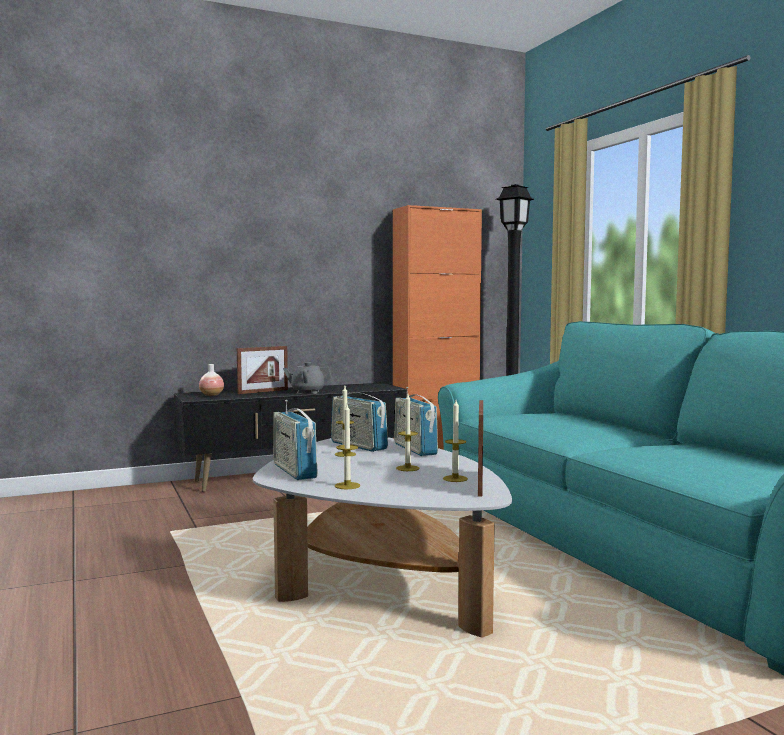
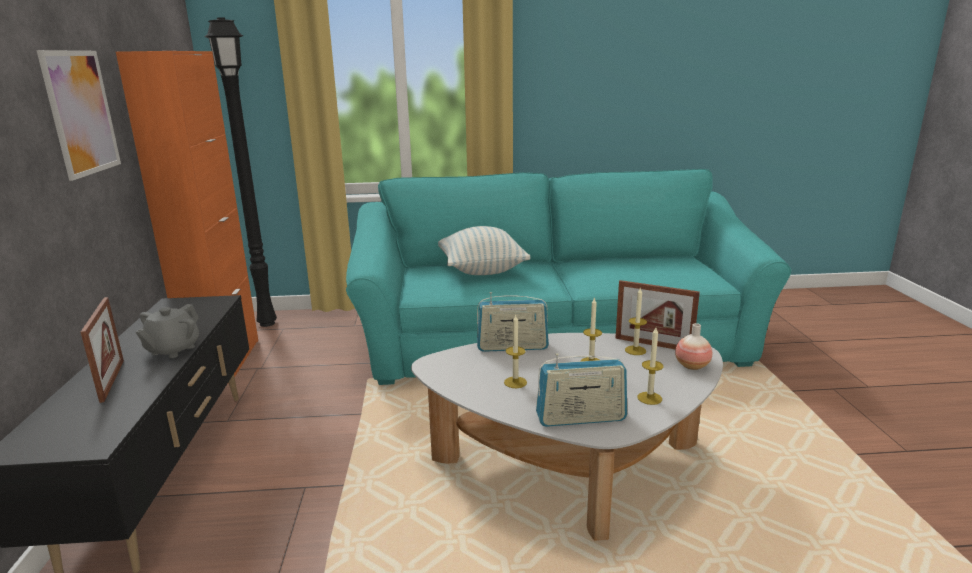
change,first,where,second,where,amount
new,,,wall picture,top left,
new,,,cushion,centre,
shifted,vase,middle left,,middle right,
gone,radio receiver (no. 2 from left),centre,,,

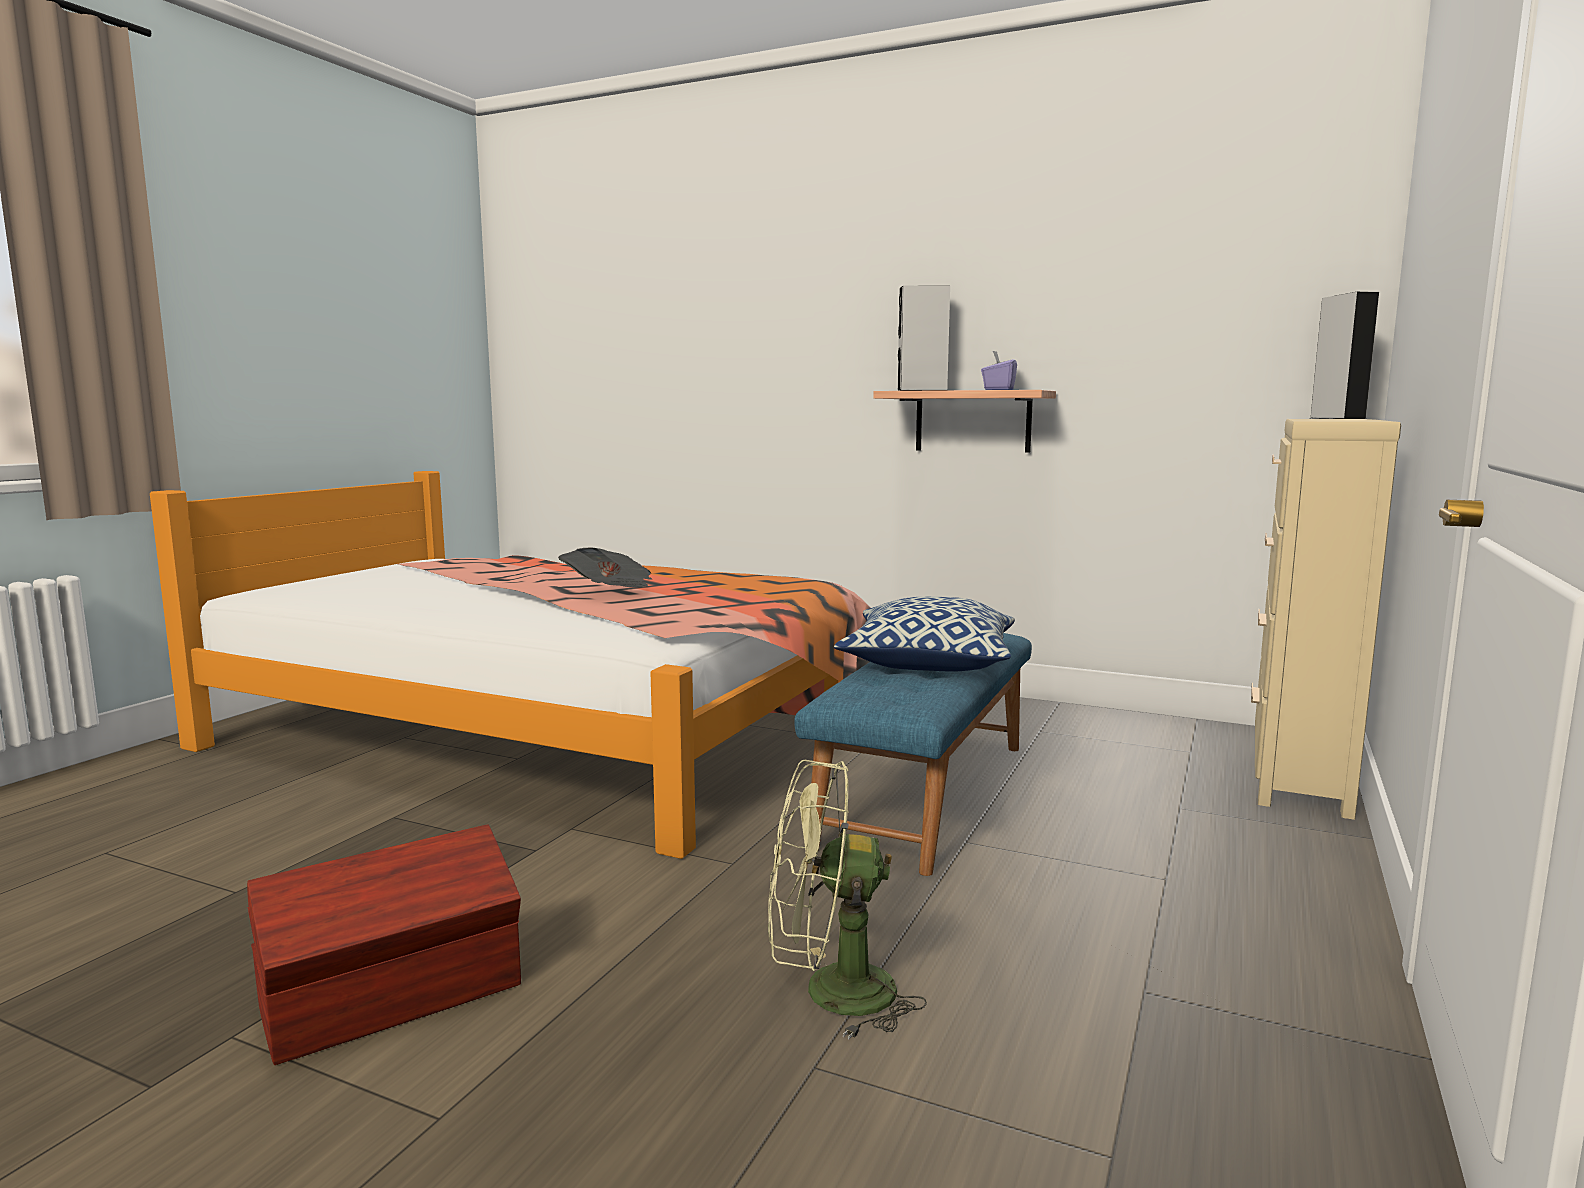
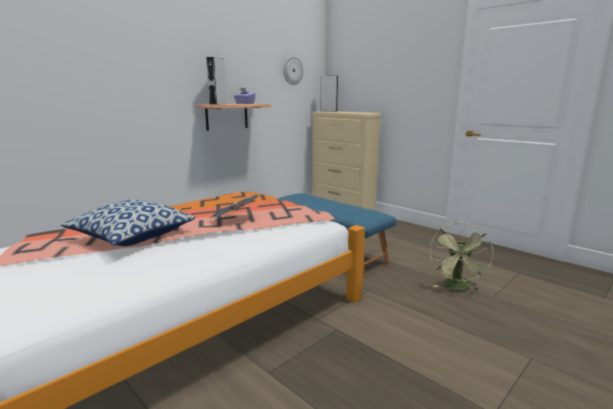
change,first,where,second,where,amount
shifted,cushion,centre,,middle left,
new,,,wall clock,top centre,
gone,storage bin (brown),bottom left,,,

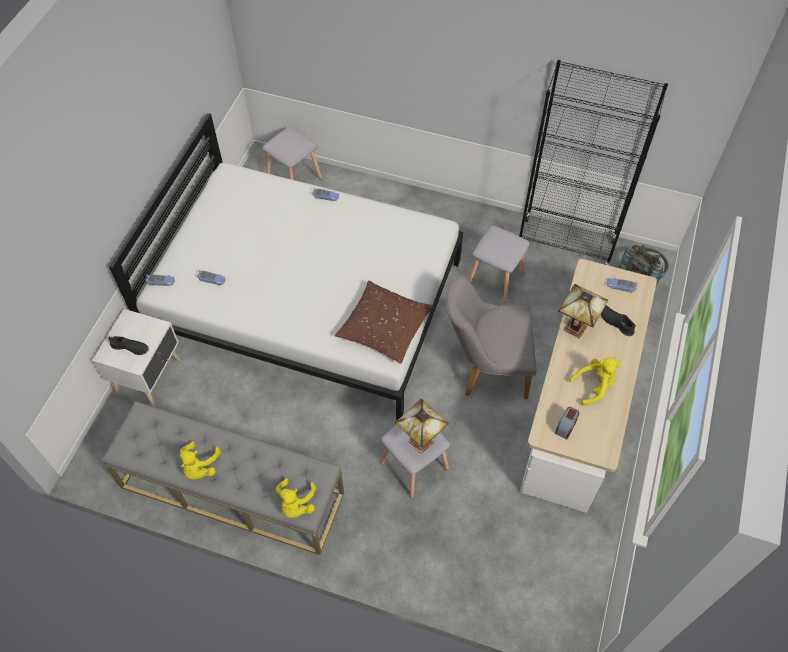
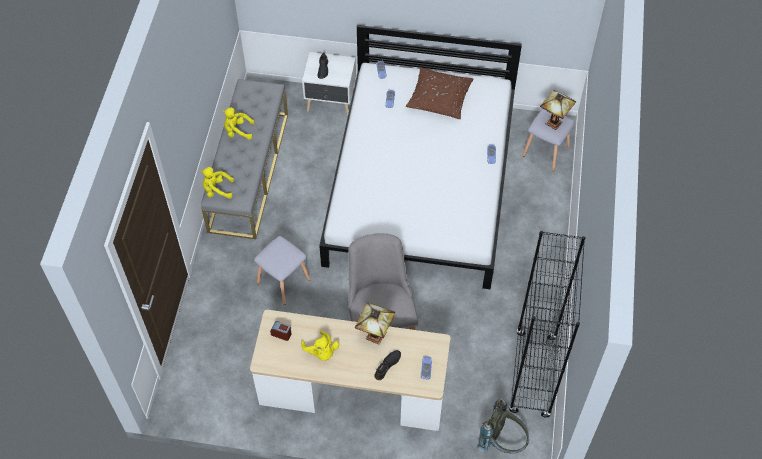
change,first,where,second,where,amount
shifted,cushion (brown),centre,,top centre,
shifted,lamp for a table (no. 1 from left in the first image),centre,lamp for a table (no. 2 from left),top right,
gone,stool seat (grey) (no. 3 from left),centre,,,

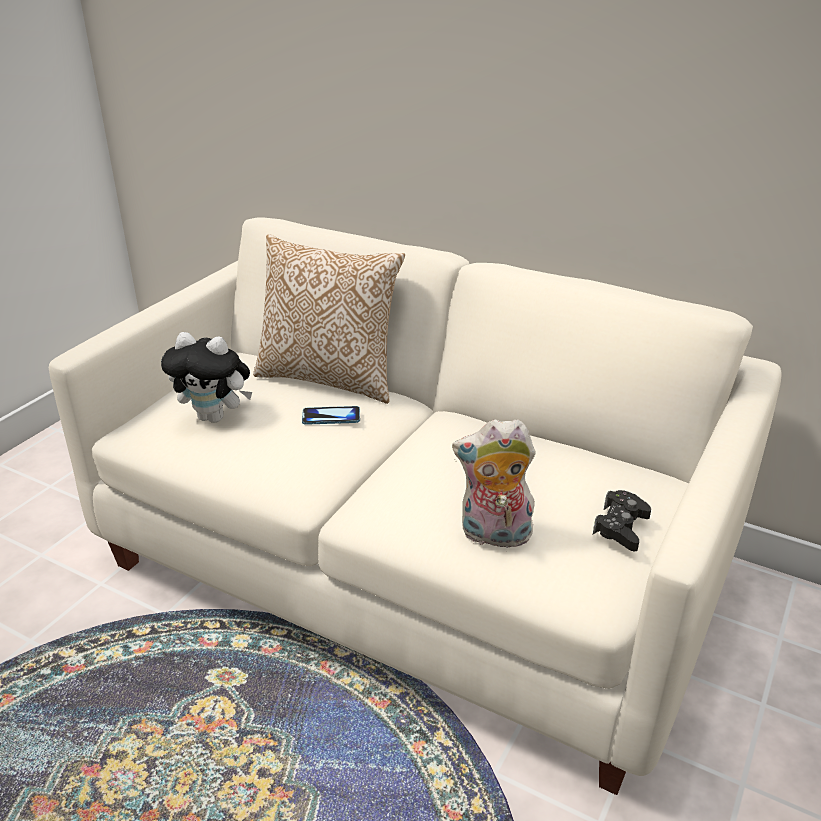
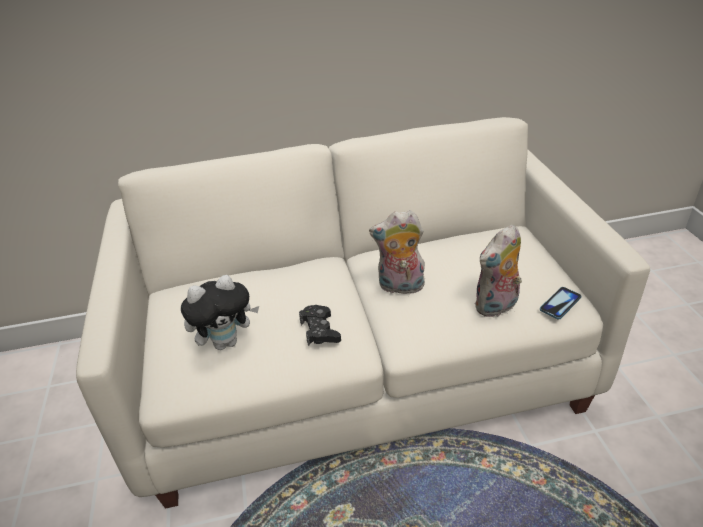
change,first,where,second,where,amount
shifted,gamepad (black-coloured),middle right,,centre,
new,,,soft toy (no. 2 from left),centre,
shifted,phone,centre,,middle right,
gone,cushion,centre,,,

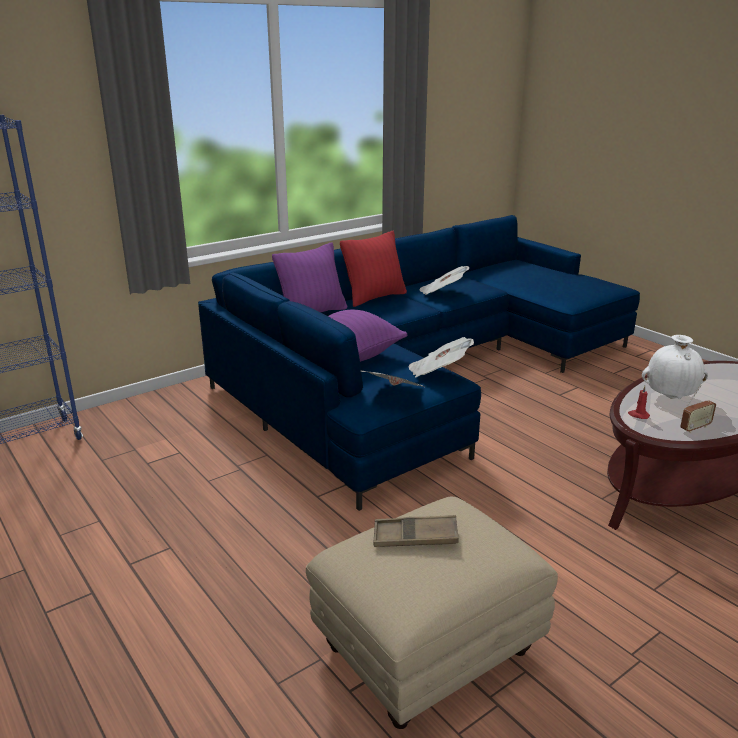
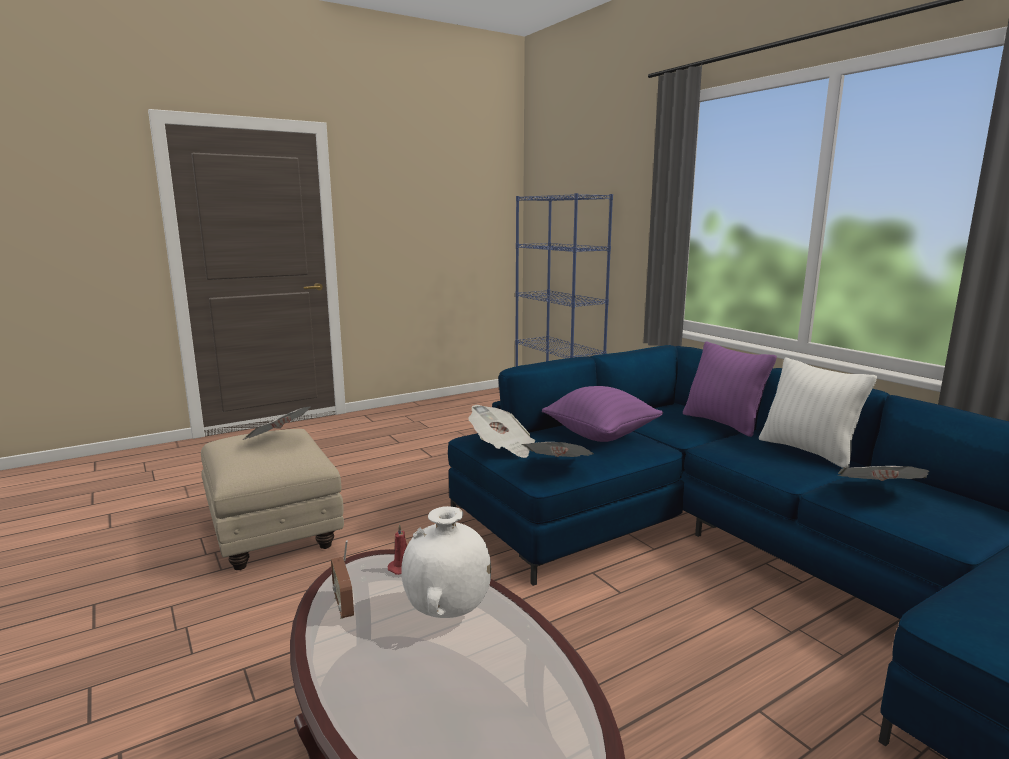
change,first,where,second,where,amount
swapped,serving tray (brown),bottom centre,newspaper (no. 1 from left),middle left,
repainted,cushion (reddish),centre,cushion (white),middle right,

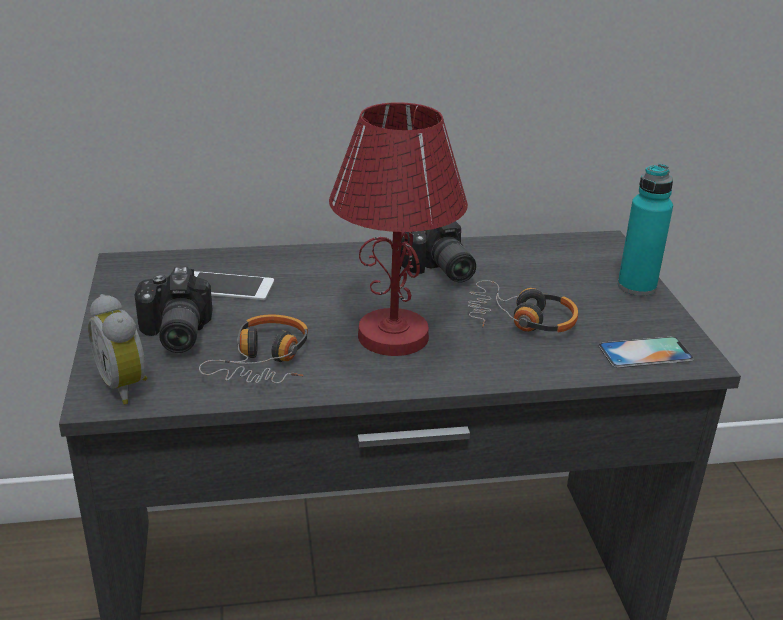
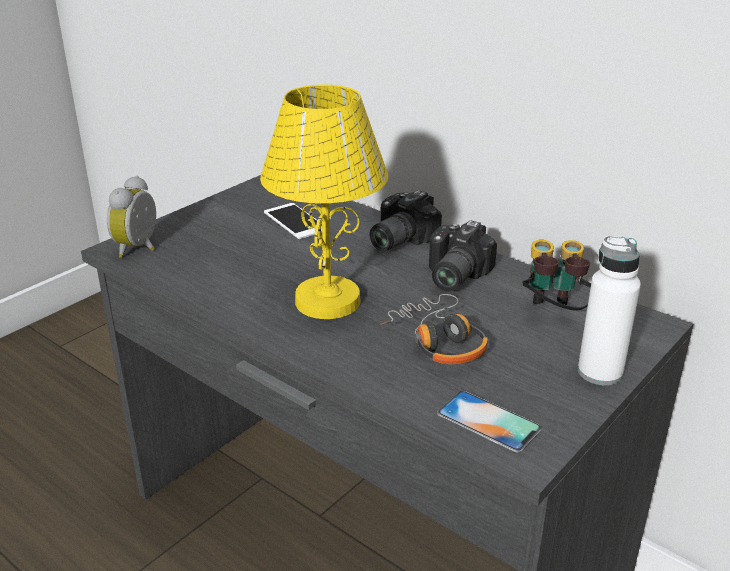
change,first,where,second,where,amount
repainted,lamp for a table (reddish),centre,lamp for a table (yellowish),centre,
shifted,still camera (no. 1 from left),middle left,,centre,
new,,,field glasses,middle right,
repainted,beverage bottle (turquoise-coloured),middle right,beverage bottle (white),middle right,
gone,headset (no. 1 from left),middle left,,,

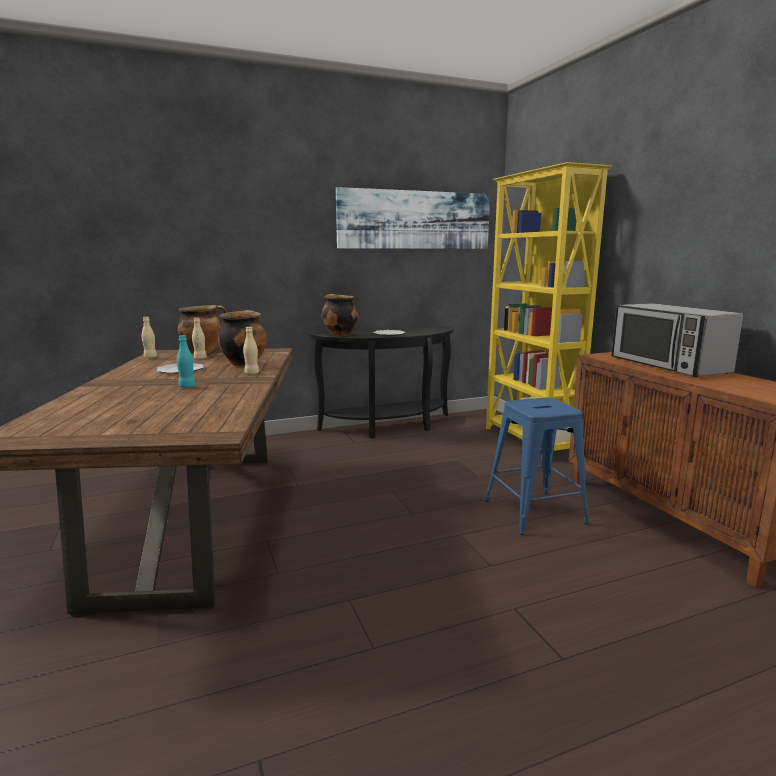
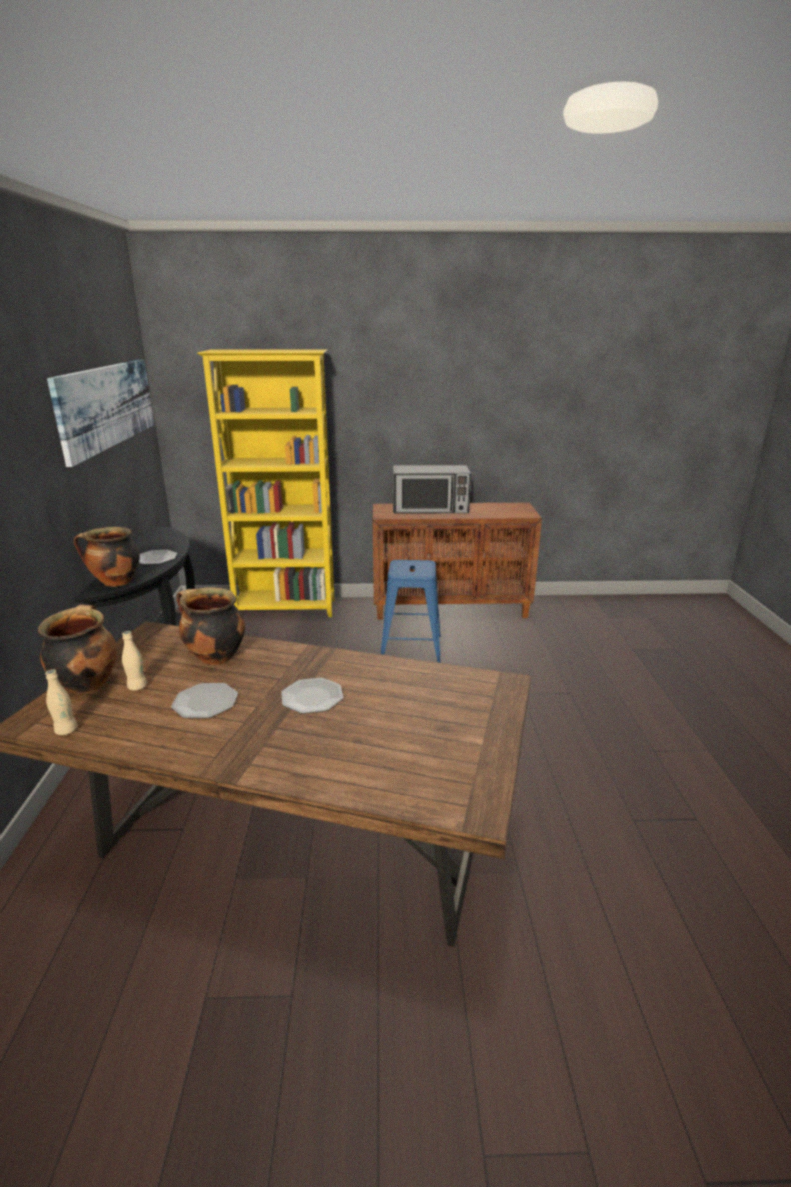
change,first,where,second,where,amount
swapped,beverage bottle (turquoise-coloured),middle left,flat dish (no. 3 from left),centre,
gone,beverage bottle (beige-coloured) (no. 3 from left),middle left,,,

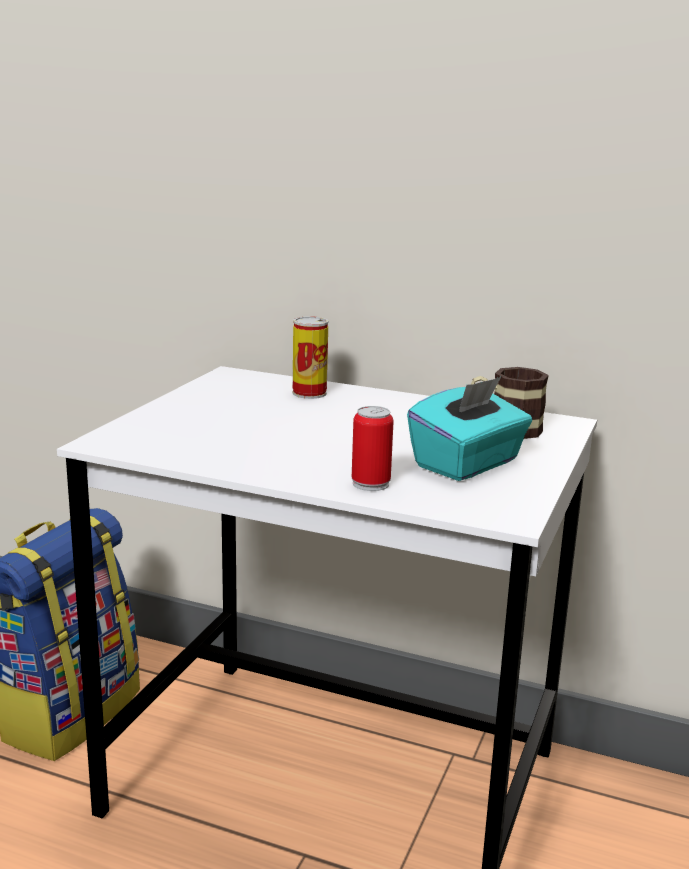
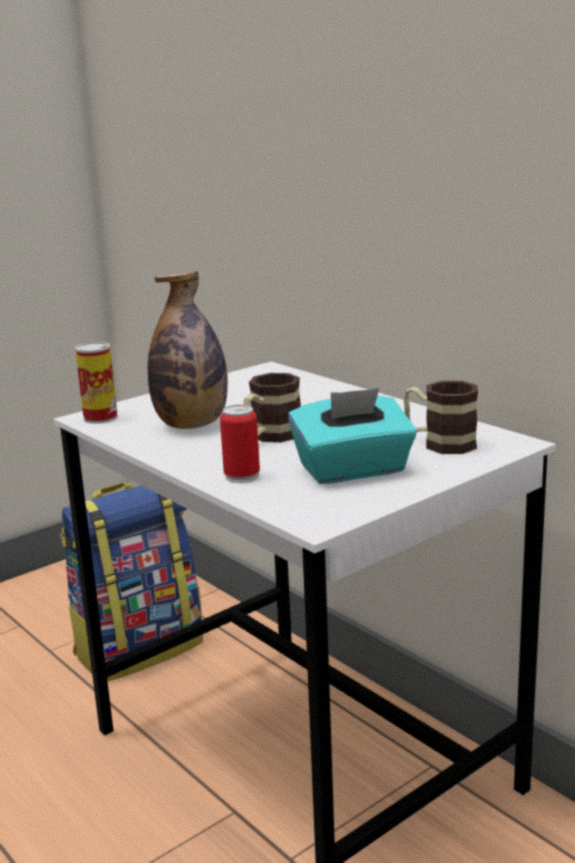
change,first,where,second,where,amount
shifted,metal can (no. 1 from left),centre,,middle left,
new,,,beverage bottle,middle left,
new,,,tea mug (no. 1 from left),centre,

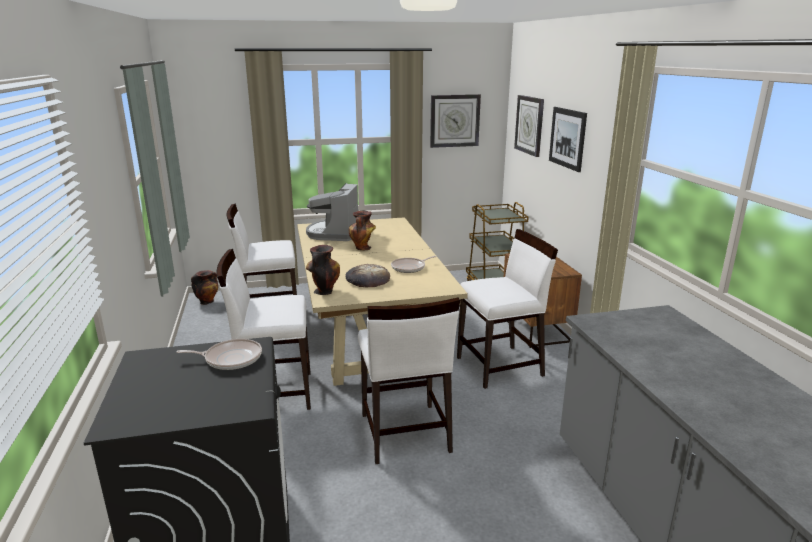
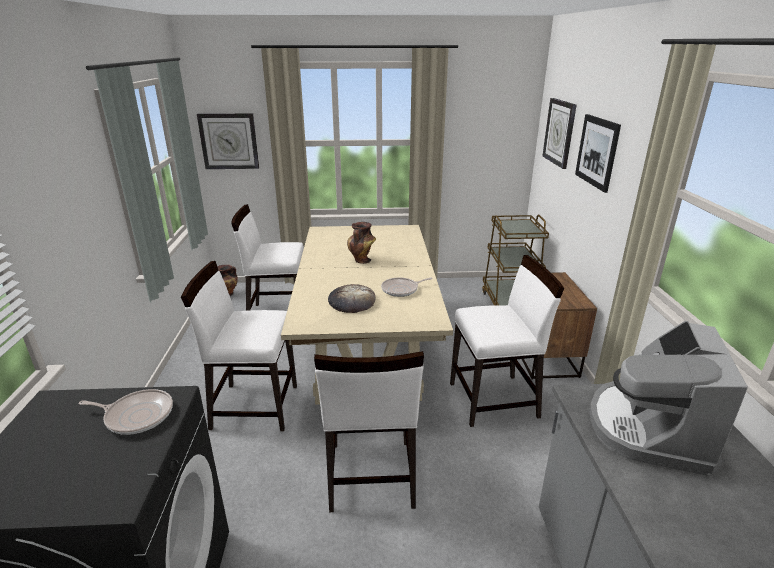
change,first,where,second,where,amount
shifted,wall clock (no. 1 from left),top centre,,top left,
shifted,coffee maker,centre,,bottom right,
gone,vase (no. 2 from left),centre,,,

